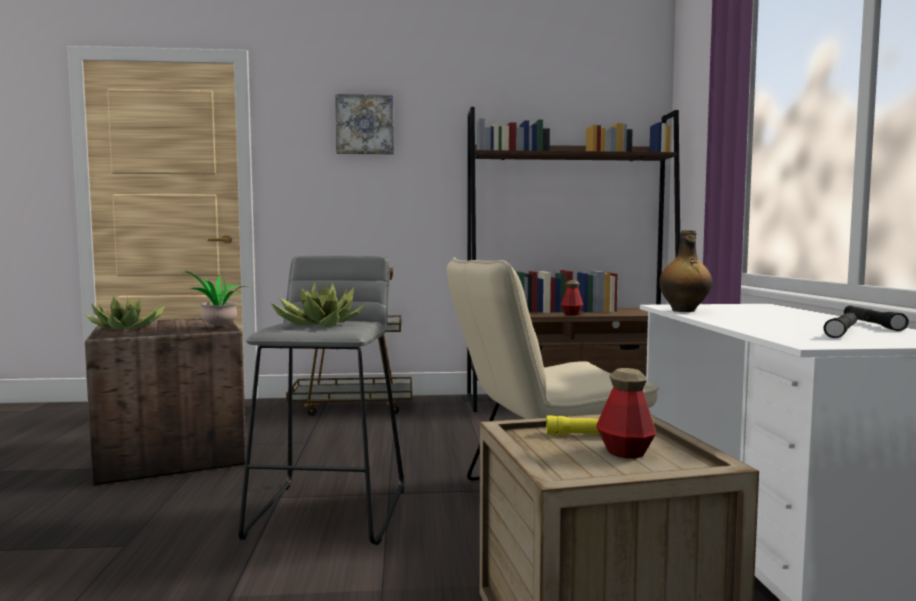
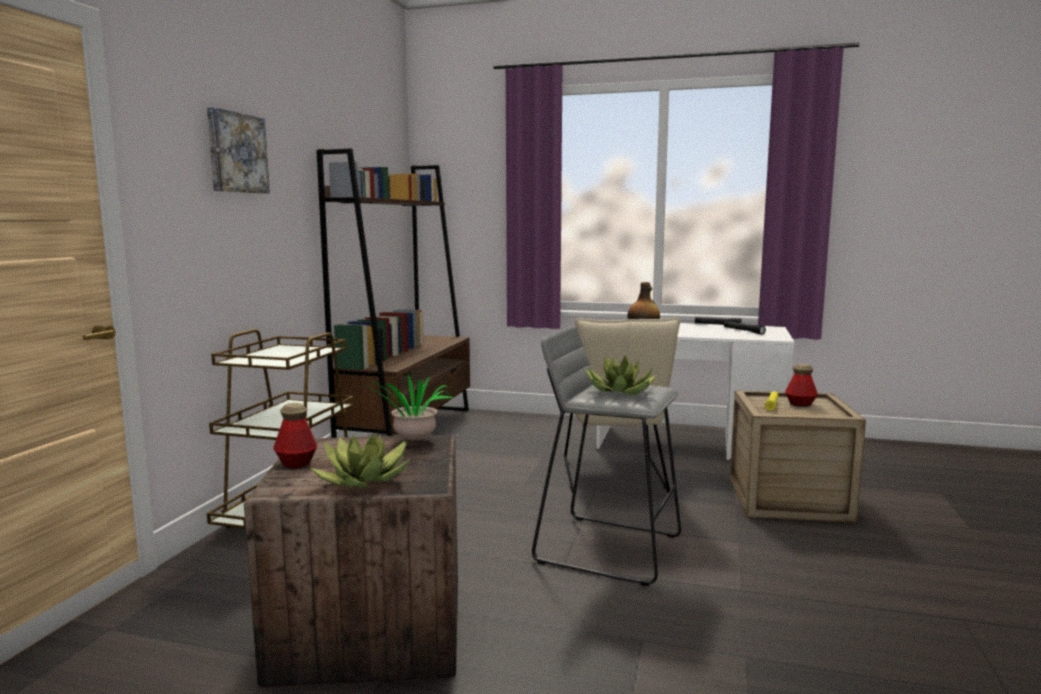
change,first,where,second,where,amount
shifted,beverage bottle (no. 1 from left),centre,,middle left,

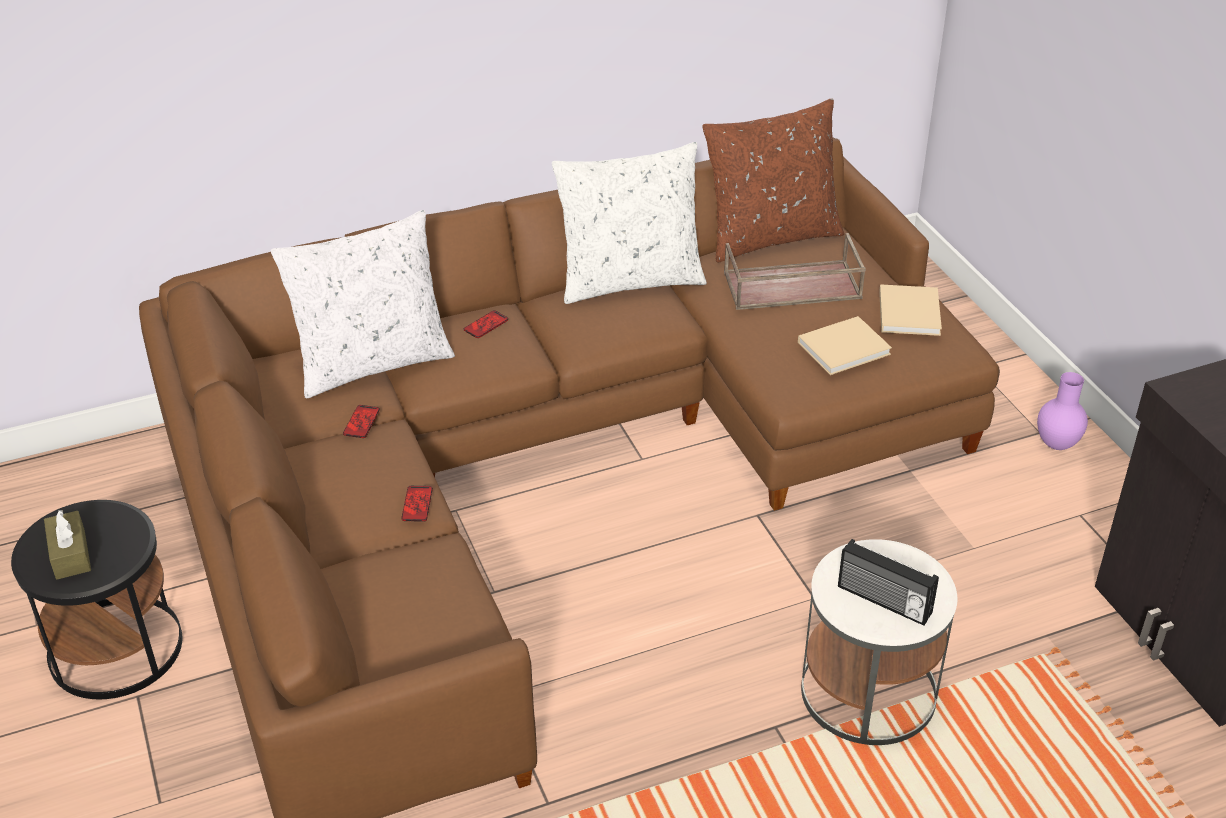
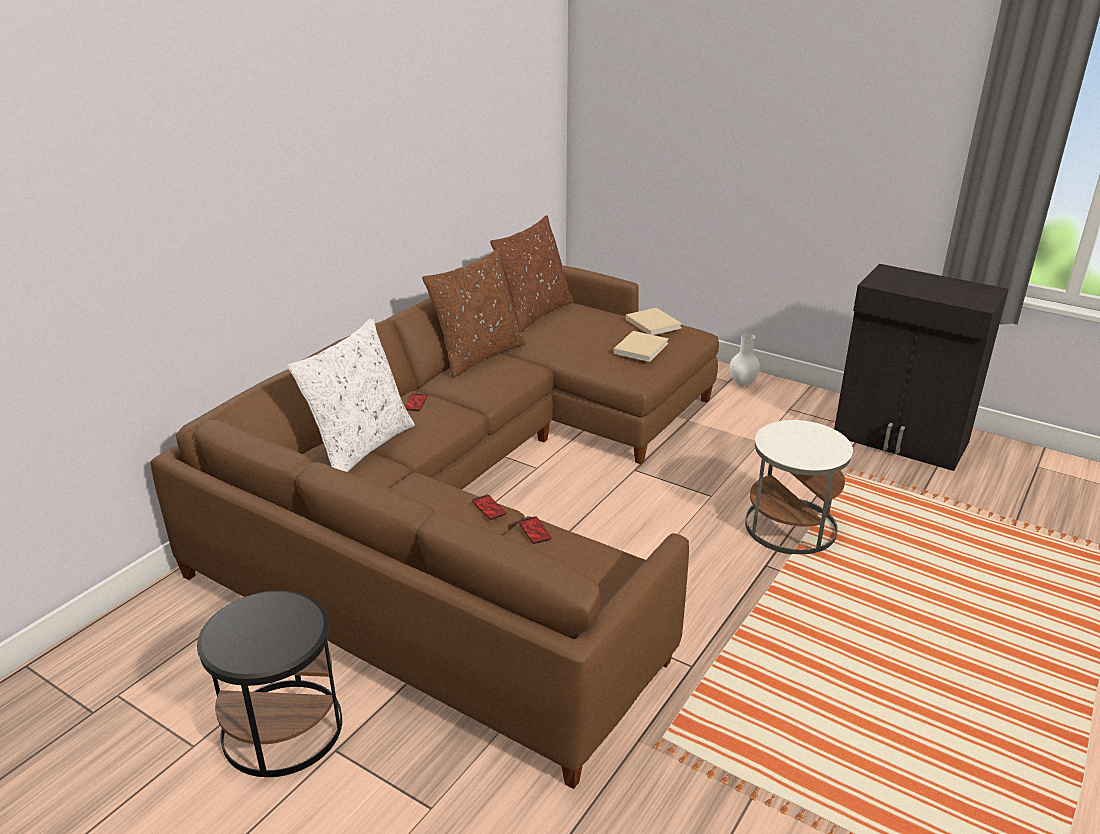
change,first,where,second,where,amount
repainted,cushion (white) (no. 2 from left),top centre,cushion (brown) (no. 1 from left),centre,
shifted,phone (no. 1 from left in the first image),middle left,phone (no. 3 from left),centre,
repainted,vase (purple-coloured),middle right,vase (white),middle right,
gone,tissue holder (brown),middle left,,,
gone,serving tray (brown),top centre,,,
gone,radio receiver,bottom right,,,

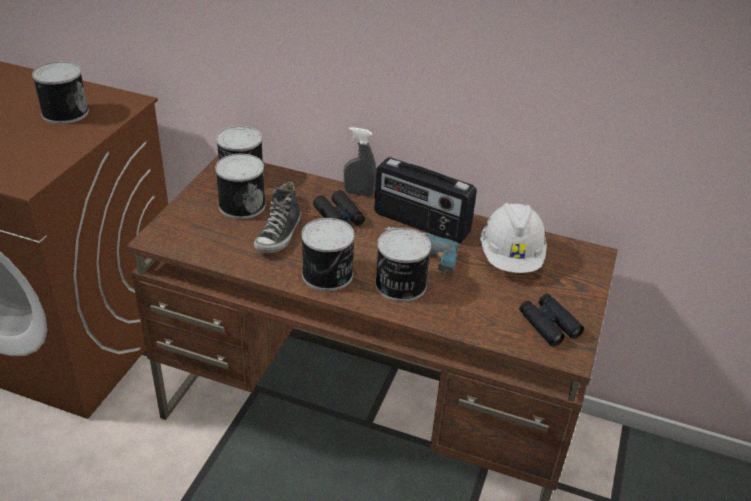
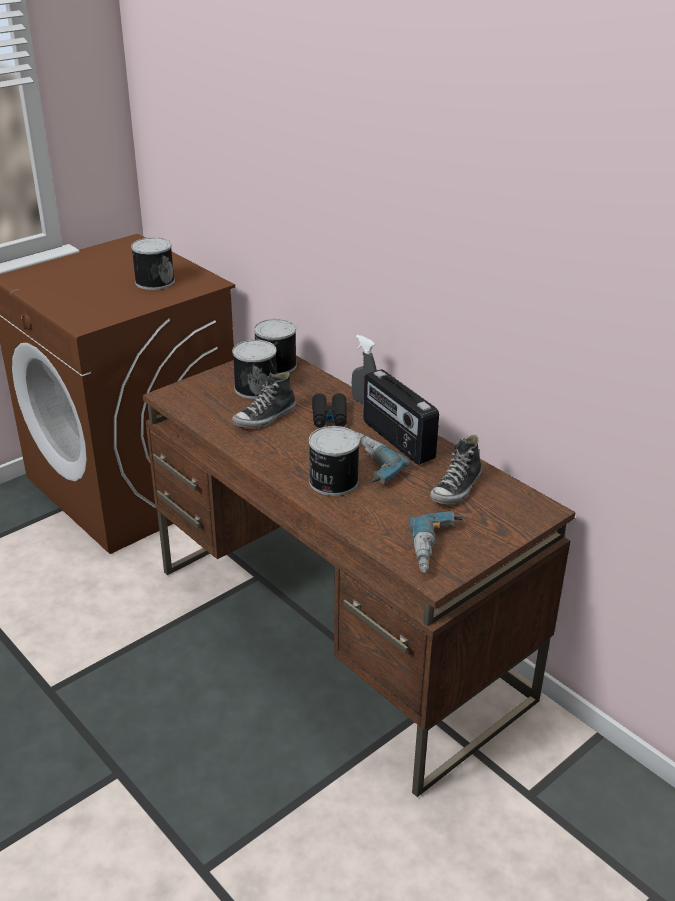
change,first,where,second,where,amount
swapped,field glasses (black-coloured) (no. 2 from left),middle right,drill (no. 2 from left),centre,
swapped,work helmet (white),middle right,item of footwear (no. 2 from left),middle right,
gone,metal can (no. 4 from left),centre,,,

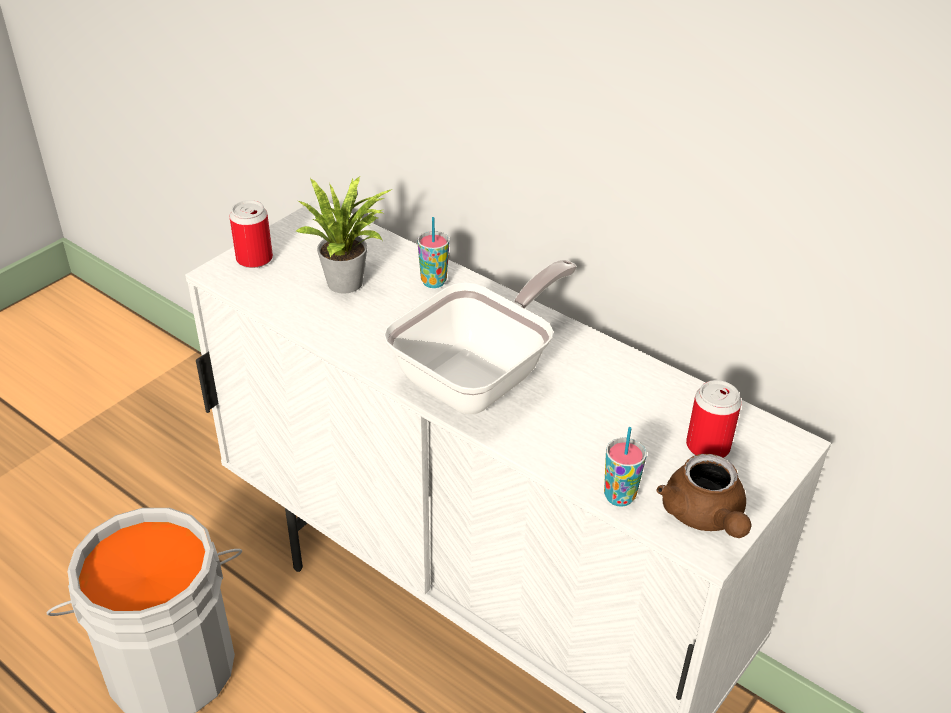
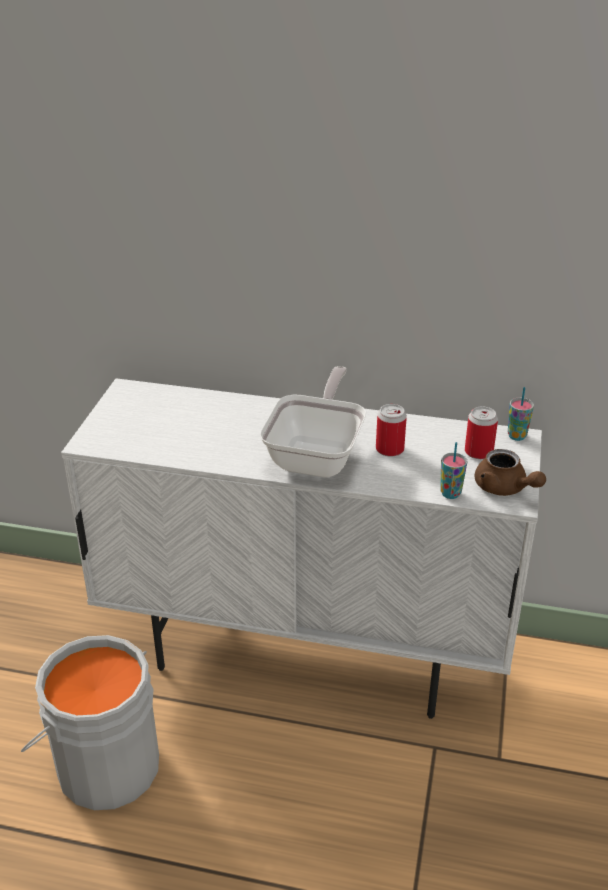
change,first,where,second,where,amount
shifted,metal can (no. 1 from left),top left,,centre,
shifted,cup (no. 1 from left in the first image),centre,cup (no. 2 from left),middle right,
gone,houseplant,top centre,,,

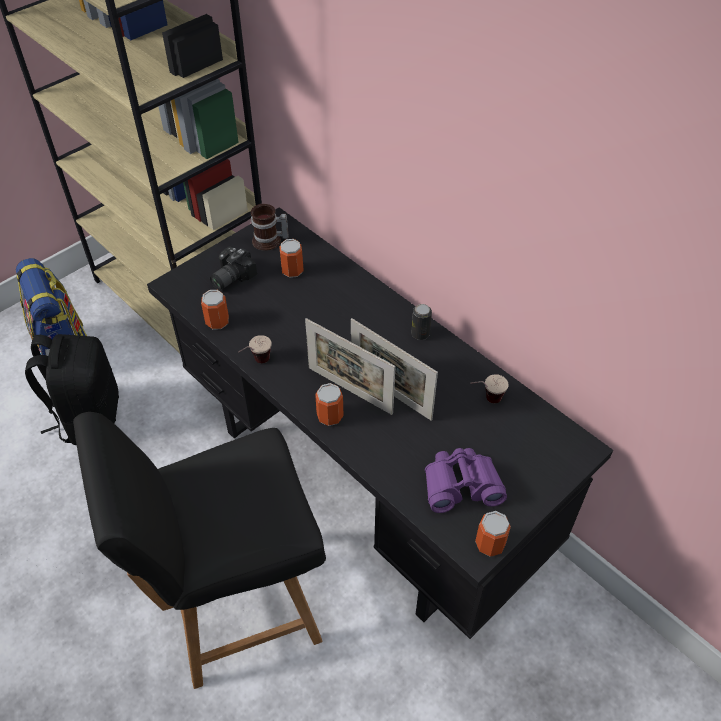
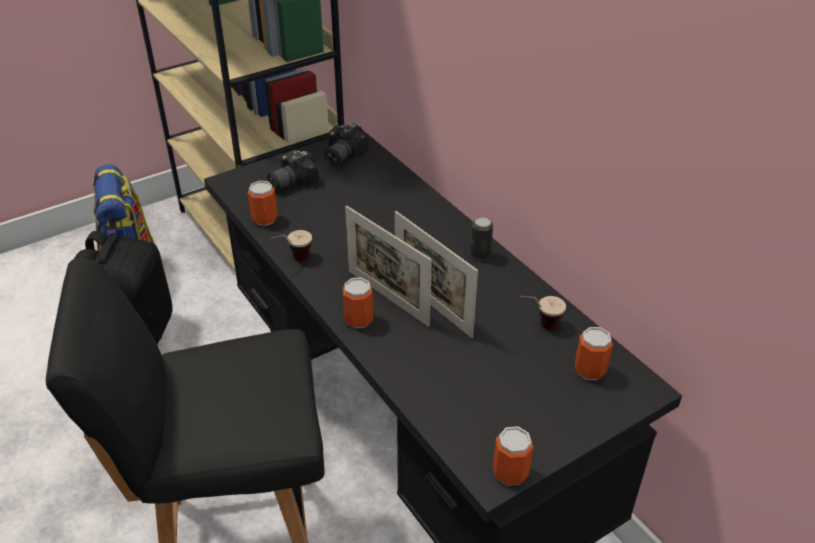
change,first,where,second,where,amount
swapped,tea mug,top centre,still camera (no. 2 from left),top centre,
shifted,metal can (no. 2 from left in the first image),centre,metal can (no. 5 from left),middle right,
gone,field glasses (purple-coloured),centre,,,

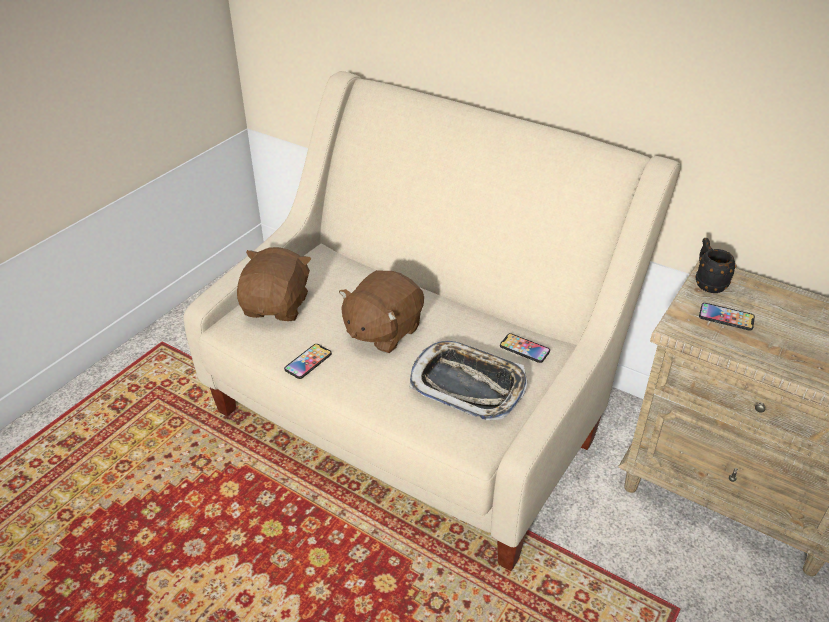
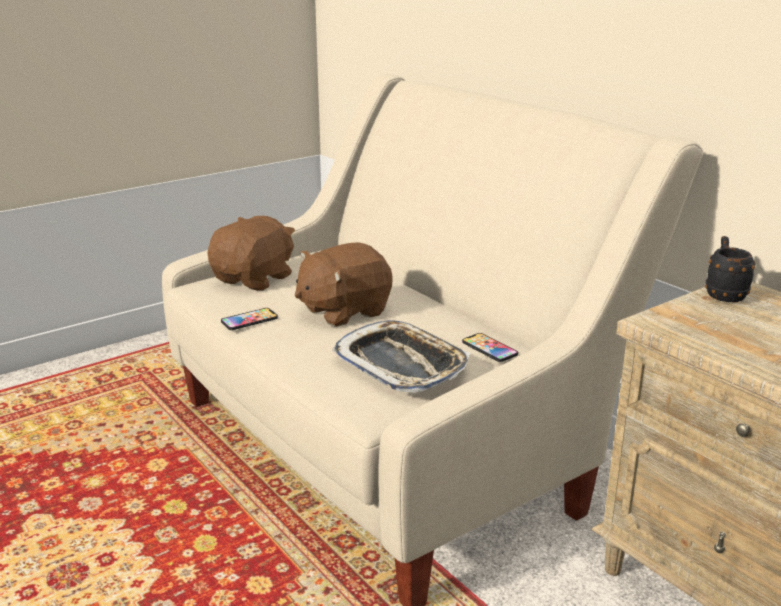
change,first,where,second,where,amount
gone,phone (no. 3 from left),middle right,,,

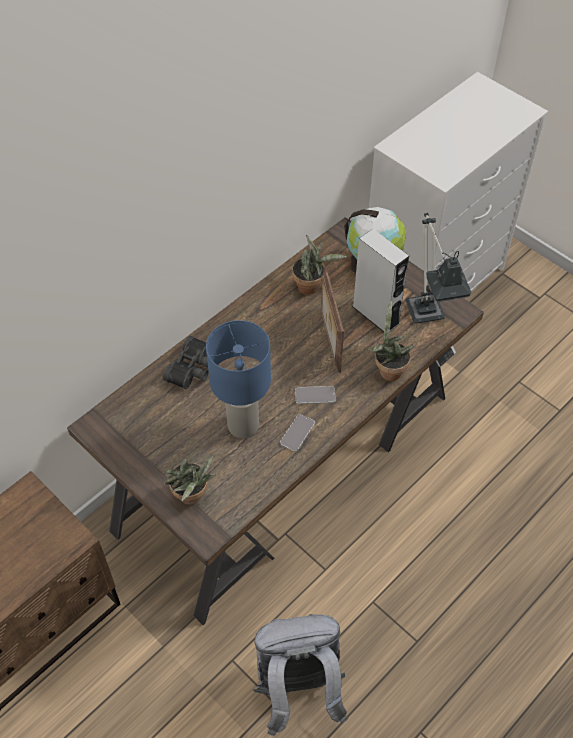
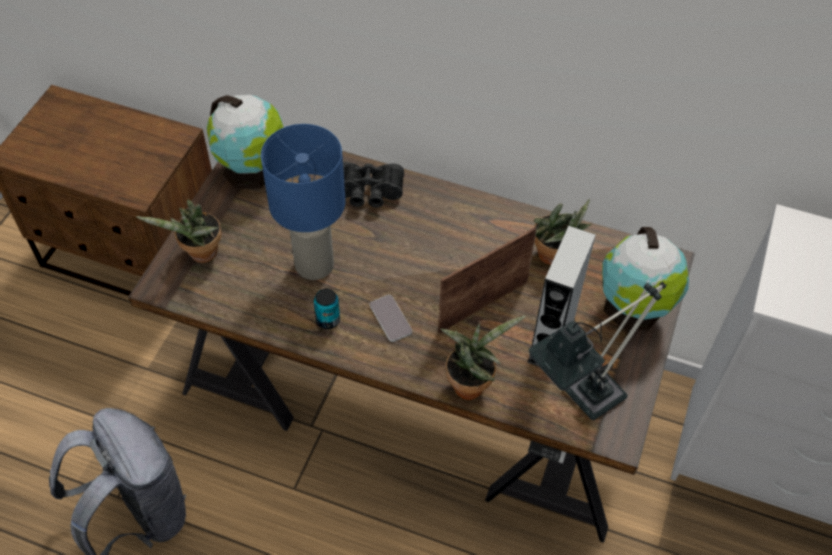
change,first,where,second,where,amount
new,,,desk globe (no. 1 from left),top left,
swapped,phone (no. 1 from left),centre,metal can,centre,

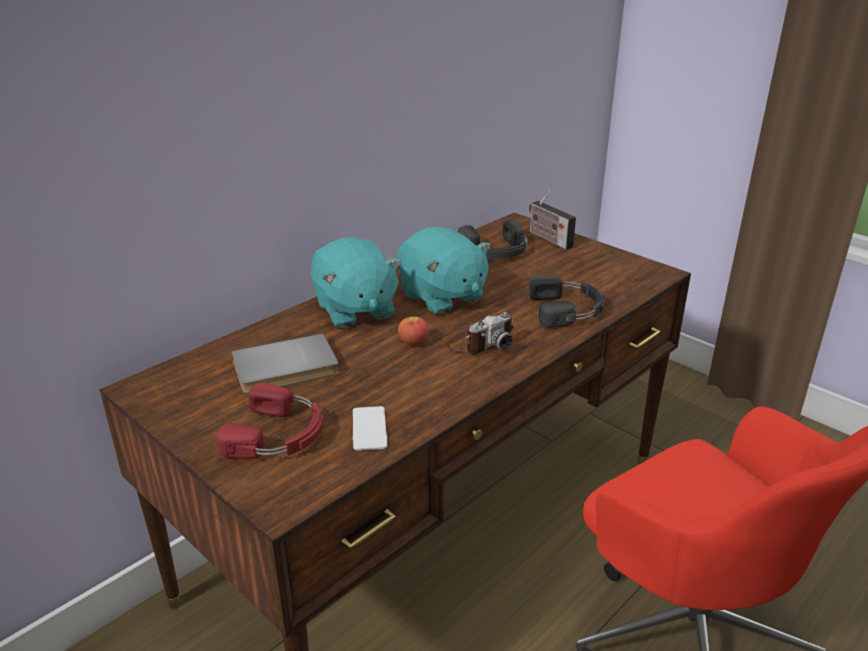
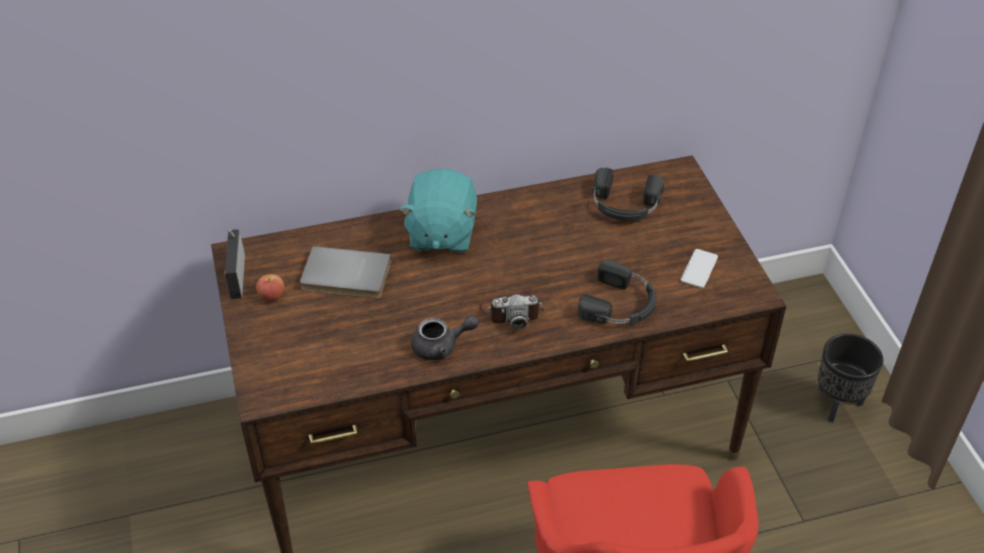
change,first,where,second,where,amount
shifted,radio receiver,centre,,middle left,
shifted,whole apple,centre,,middle left,
new,,,teapot (grey),centre,
shifted,phone,centre,,middle right,
new,,,planter (black-coloured),bottom right,
gone,headset (reddish),middle left,,,
gone,soft toy (turquoise-coloured) (no. 2 from left),centre,,,

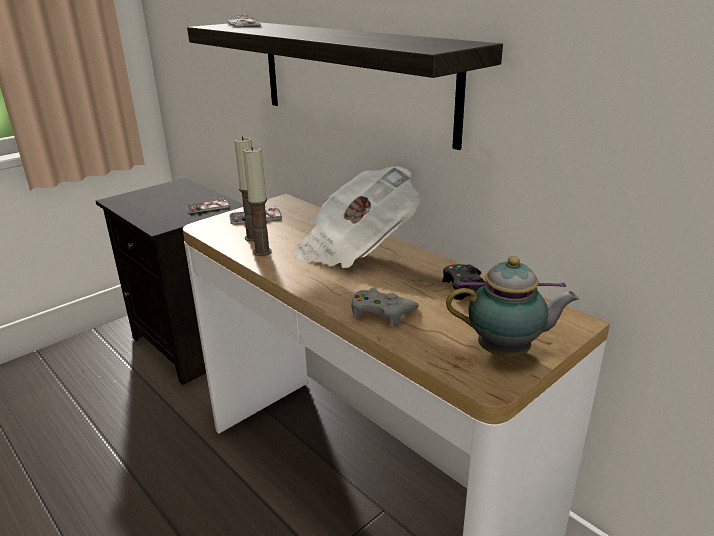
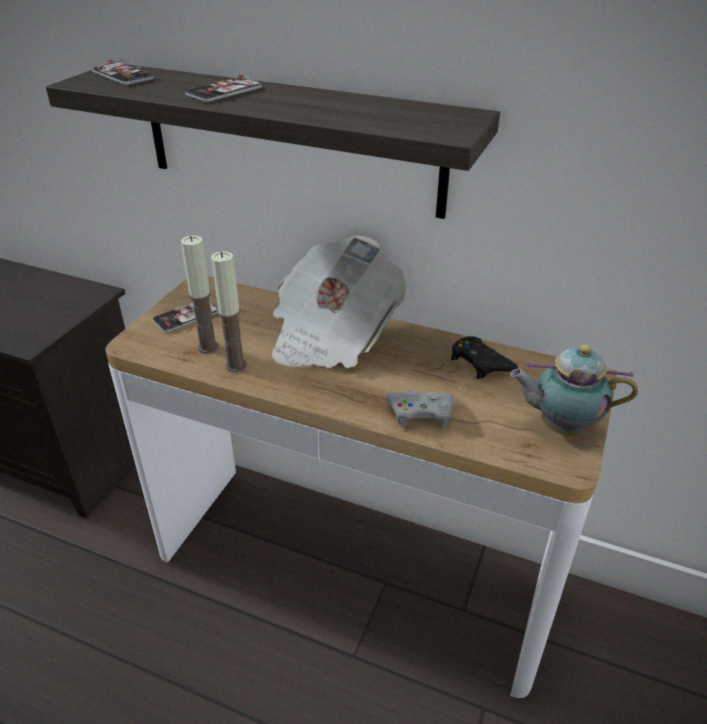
change,first,where,second,where,amount
shifted,phone (no. 1 from left in the first image),middle left,phone (no. 3 from left),top left,
rotated,teapot,middle right,,middle right,150 degrees counterclockwise

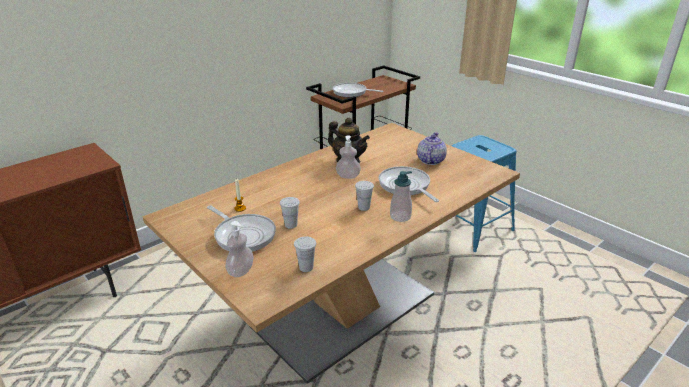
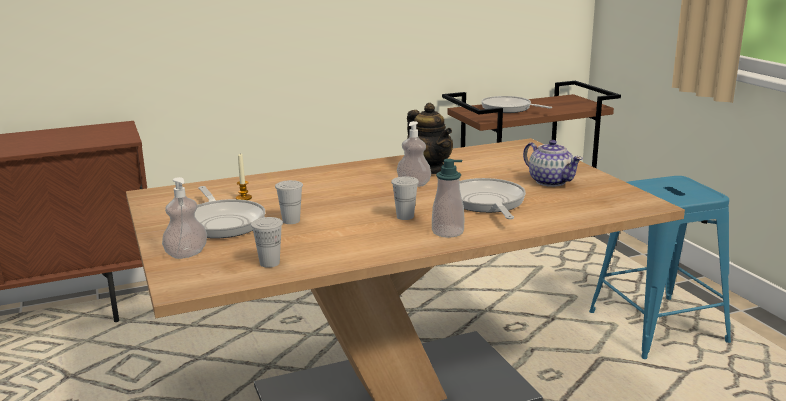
change,first,where,second,where,amount
rotated,teapot (no. 2 from left),centre,,middle right,105 degrees clockwise

